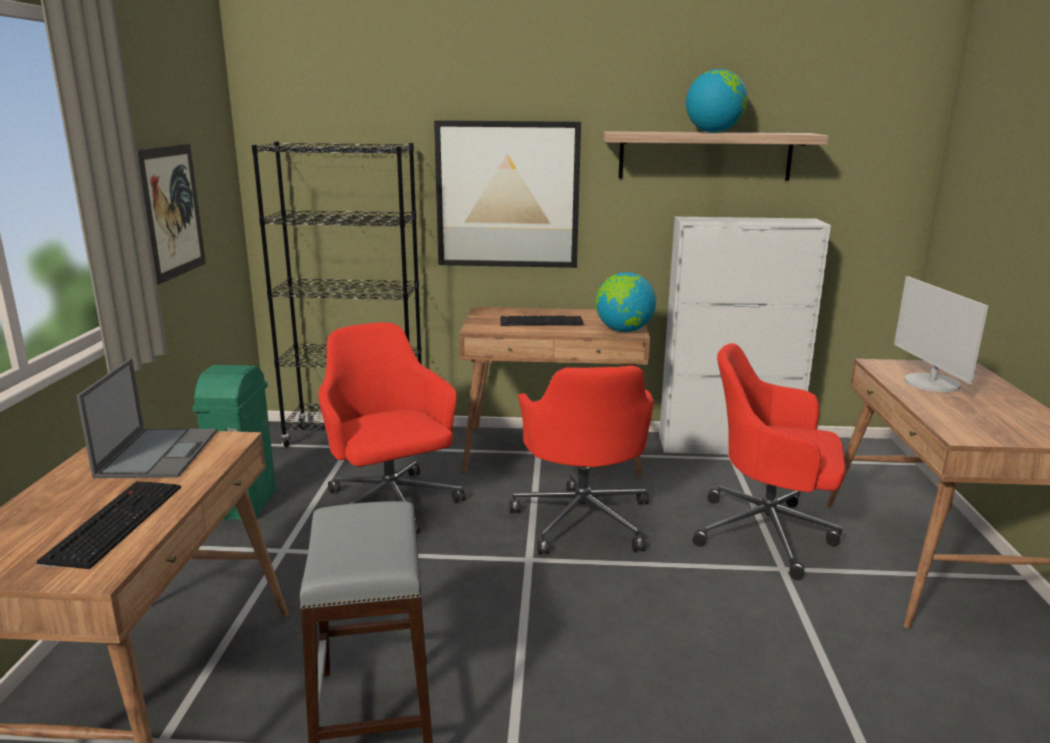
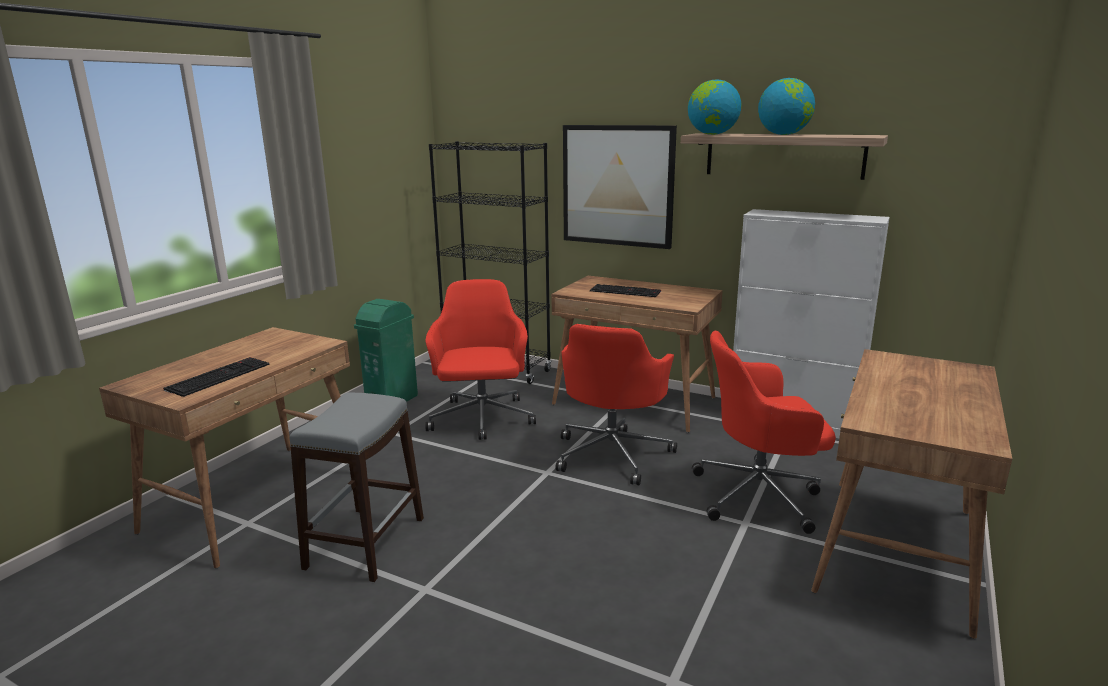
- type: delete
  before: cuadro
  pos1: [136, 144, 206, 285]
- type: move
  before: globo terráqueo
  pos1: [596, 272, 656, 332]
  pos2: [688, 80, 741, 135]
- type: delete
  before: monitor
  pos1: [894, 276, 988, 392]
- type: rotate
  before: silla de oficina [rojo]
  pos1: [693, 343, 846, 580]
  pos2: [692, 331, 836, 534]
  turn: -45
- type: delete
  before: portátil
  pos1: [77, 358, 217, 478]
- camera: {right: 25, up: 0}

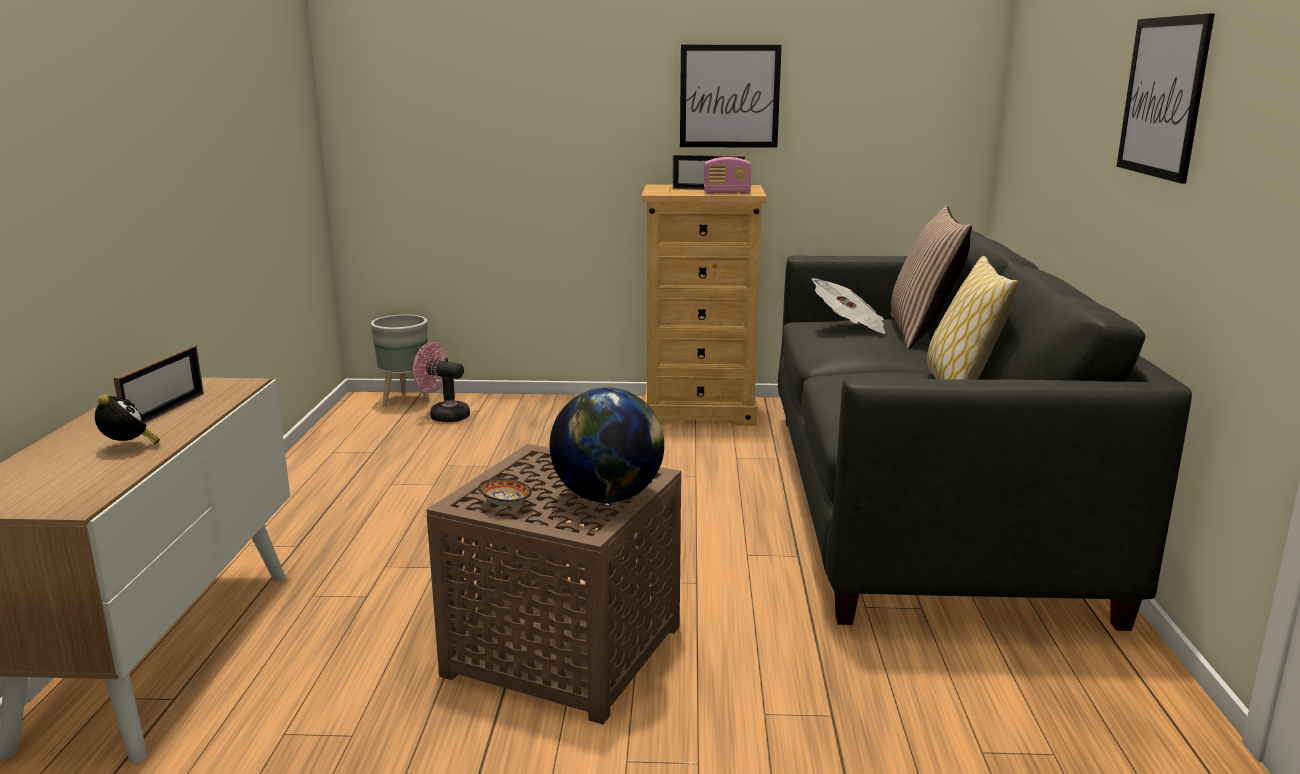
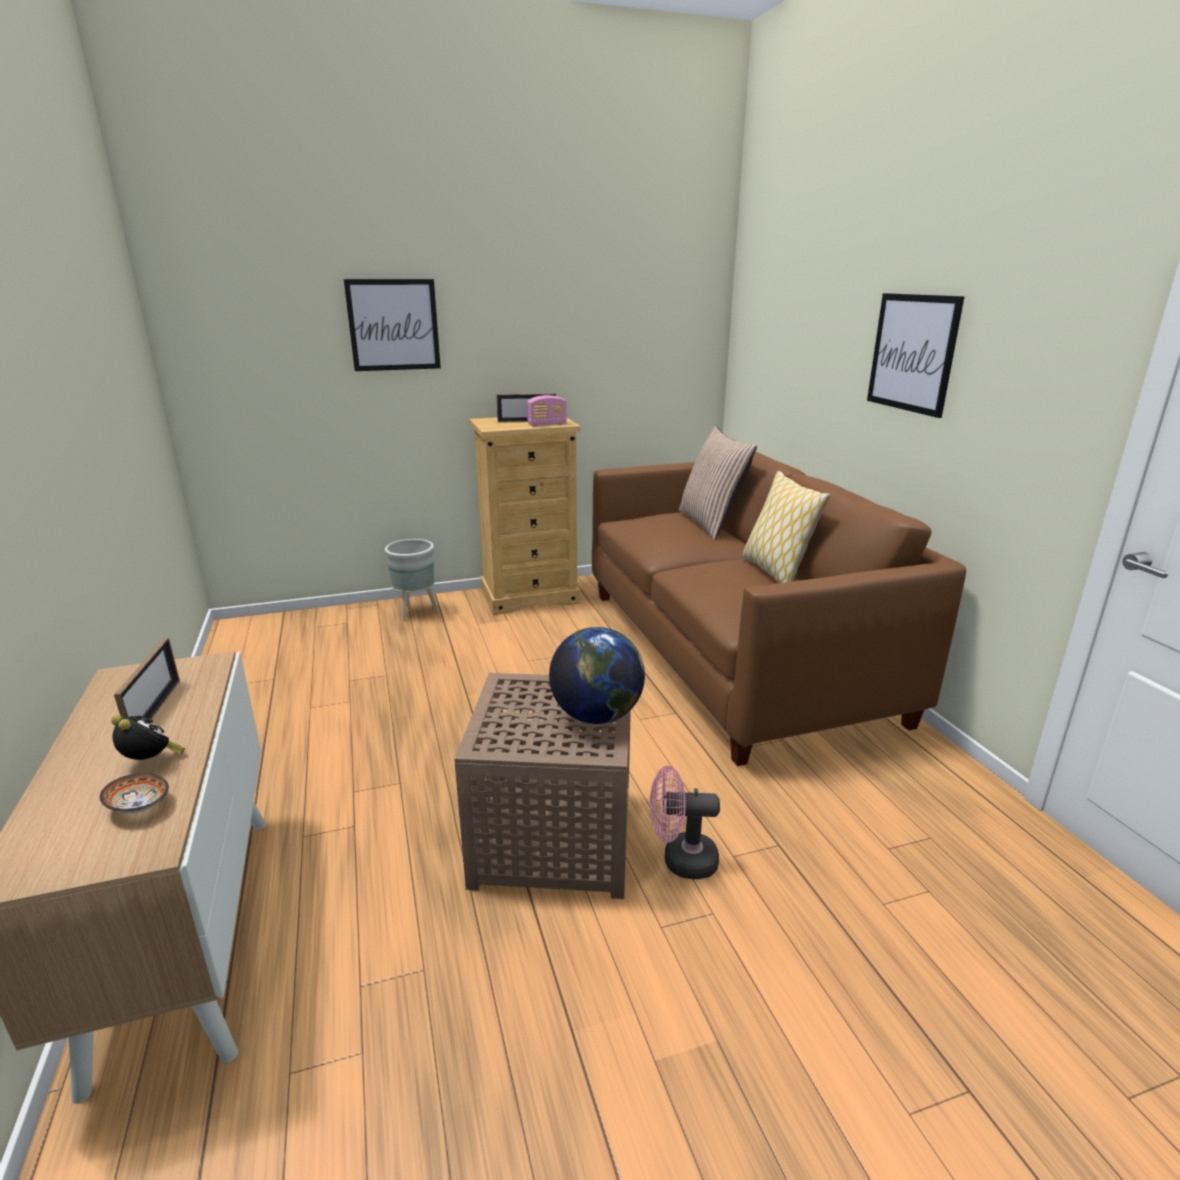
- type: move
  before: cuadro
  pos1: [680, 45, 782, 148]
  pos2: [344, 279, 441, 371]
- type: recolor
  before: sofá [gris]
  after: sofá [marrón]
  pos1: [778, 230, 1192, 631]
  pos2: [592, 452, 966, 766]
- type: delete
  before: periódico
  pos1: [812, 278, 885, 334]
- type: move
  before: maceta [gris]
  pos1: [371, 315, 430, 407]
  pos2: [385, 539, 439, 621]
- type: move
  before: ventilador [rosa]
  pos1: [413, 342, 470, 422]
  pos2: [650, 766, 720, 879]
- type: move
  before: cuenco
  pos1: [478, 478, 532, 507]
  pos2: [100, 773, 169, 813]
- camera: {right: -20, up: 5}

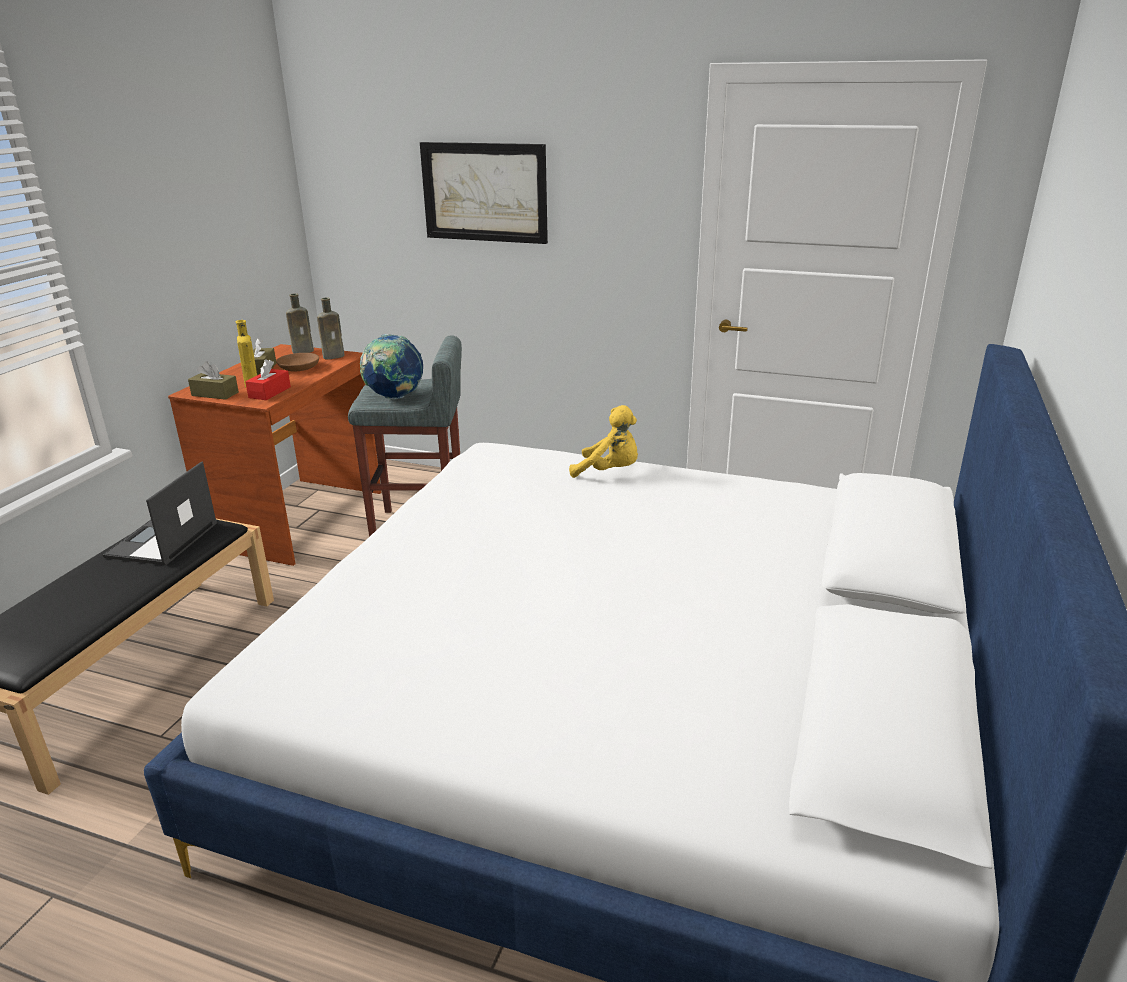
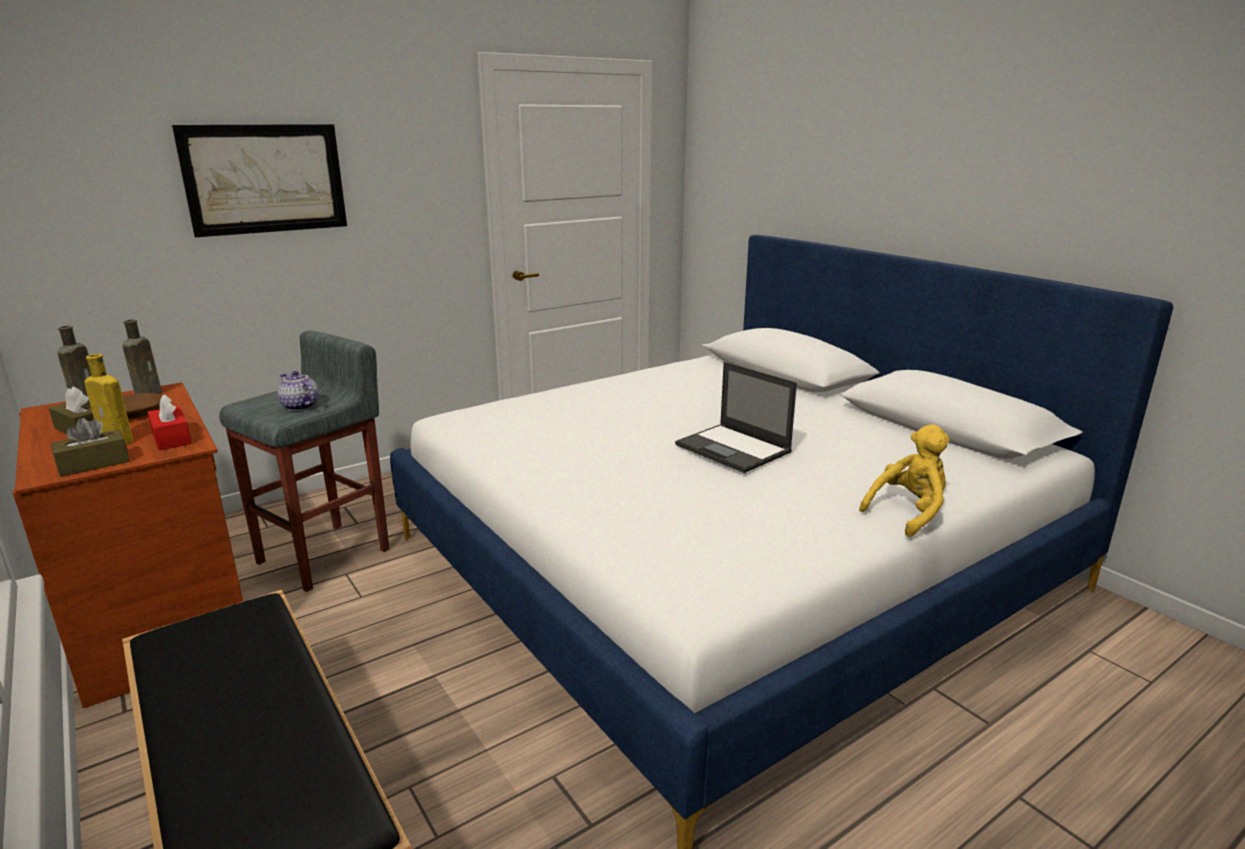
- type: replace
  before: globo terráqueo
  after: tetera
  pos1: [360, 334, 423, 400]
  pos2: [277, 371, 319, 411]
- type: move
  before: peluche [amarillo]
  pos1: [569, 405, 638, 478]
  pos2: [859, 424, 950, 537]
- type: move
  before: portátil
  pos1: [103, 461, 217, 565]
  pos2: [675, 362, 797, 473]
- camera: {right: -55, up: -5}

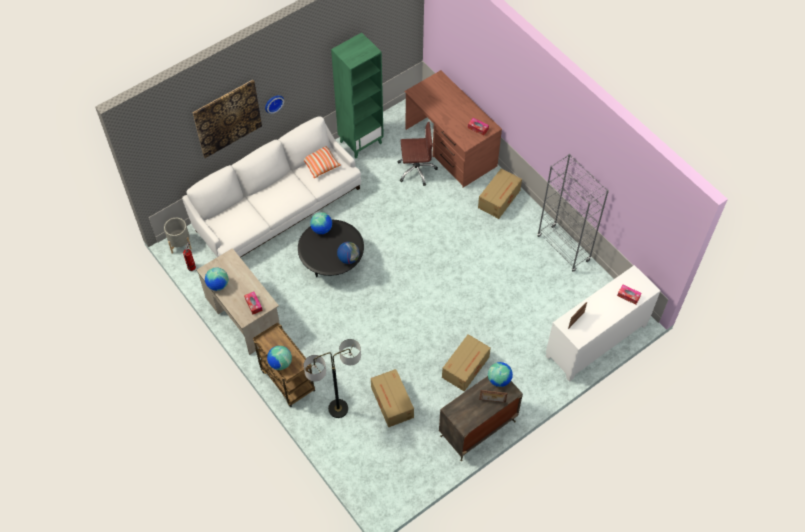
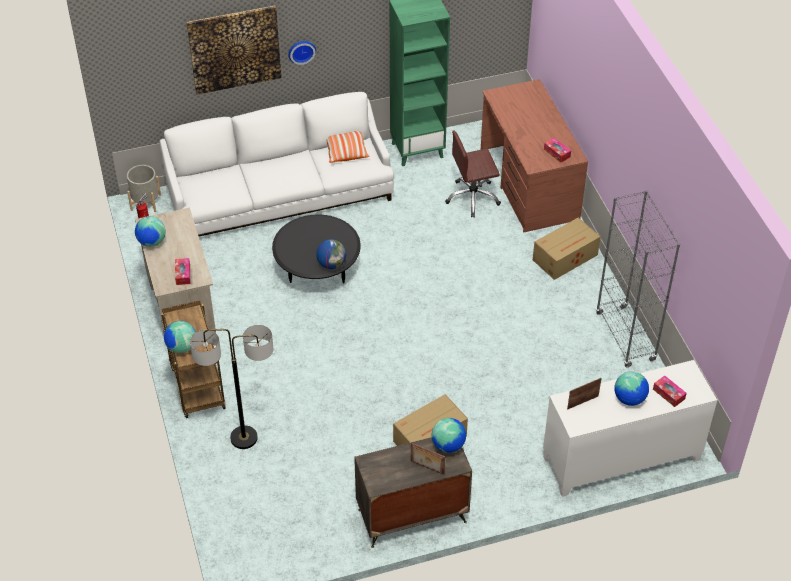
- type: rotate
  before: silla de oficina [marrón]
  pos1: [398, 122, 438, 186]
  pos2: [445, 130, 501, 217]
  turn: 150
- type: move
  before: globo terráqueo
  pos1: [310, 212, 332, 234]
  pos2: [614, 371, 649, 406]
- type: delete
  before: caja de cartón
  pos1: [371, 369, 414, 428]
- camera: {right: 20, up: -10}

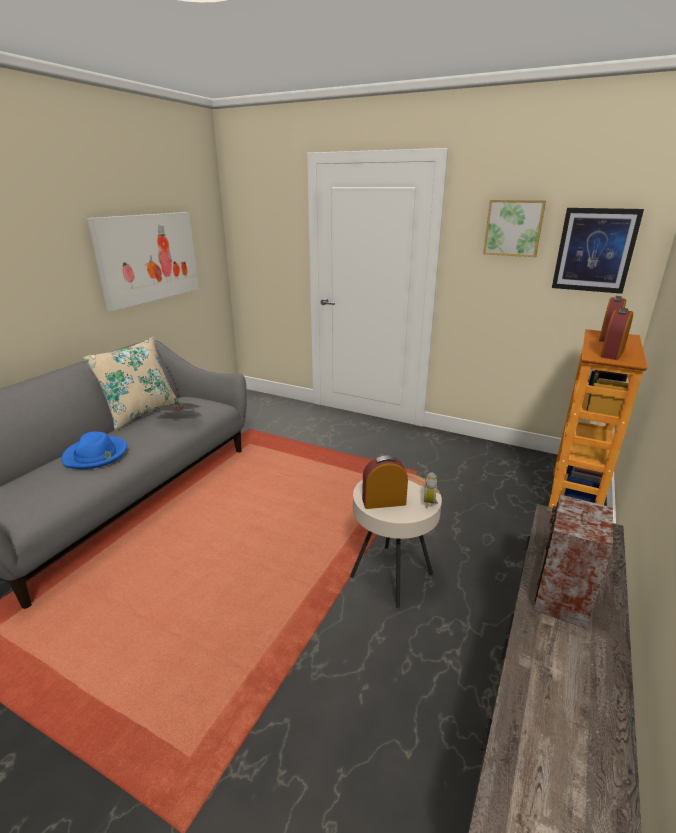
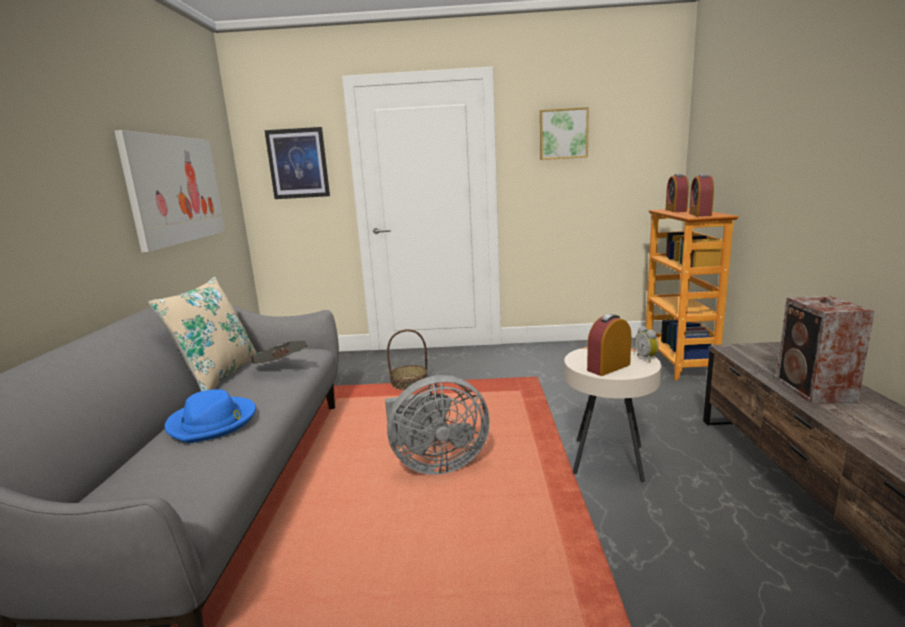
- type: move
  before: cuadro
  pos1: [552, 208, 644, 294]
  pos2: [264, 127, 330, 199]
- type: insert
  after: cesta
  pos2: [387, 329, 427, 390]
- type: insert
  after: ventilador [gris]
  pos2: [385, 375, 490, 475]
- camera: {right: -25, up: -10}

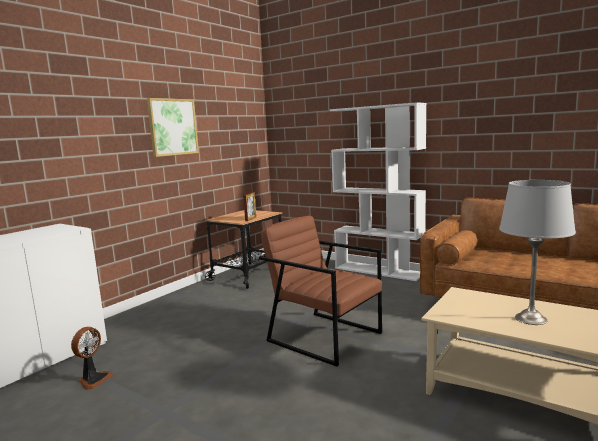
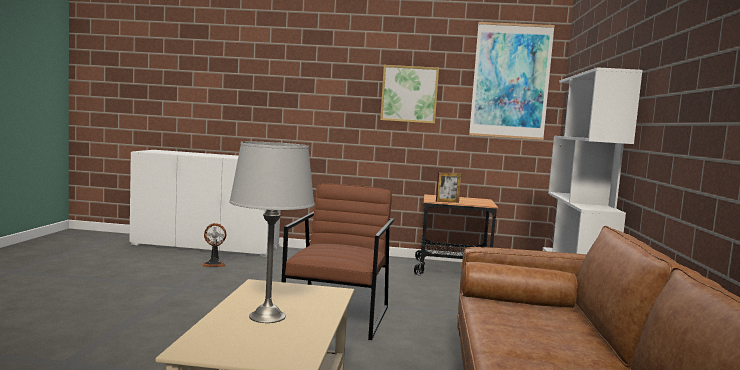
- type: insert
  after: cuadro
  pos2: [469, 22, 555, 140]
- camera: {right: 60, up: -5}

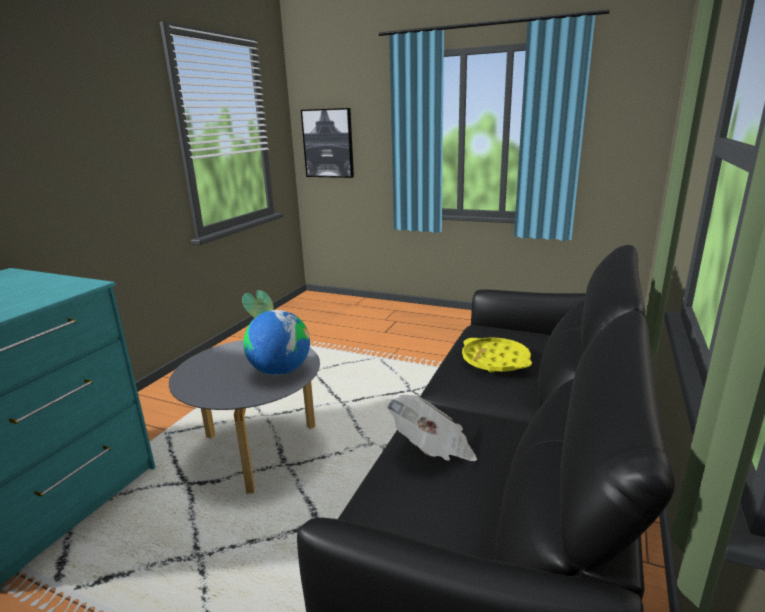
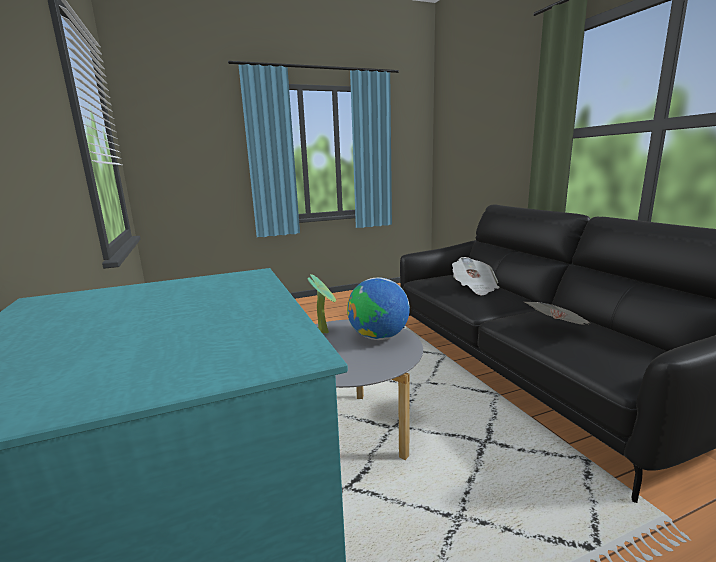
- type: delete
  before: cuadro
  pos1: [301, 108, 354, 178]
- type: replace
  before: bandeja [amarillo]
  after: periódico
  pos1: [462, 337, 532, 372]
  pos2: [452, 257, 500, 296]
- camera: {right: -45, up: -5}

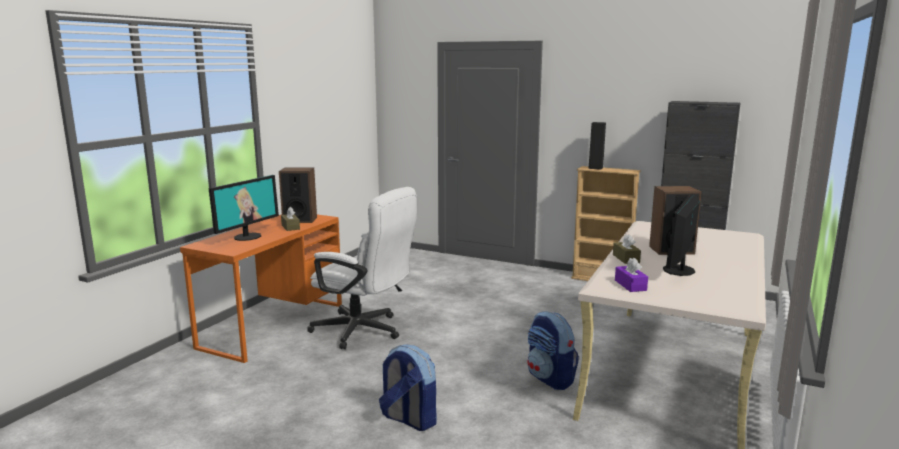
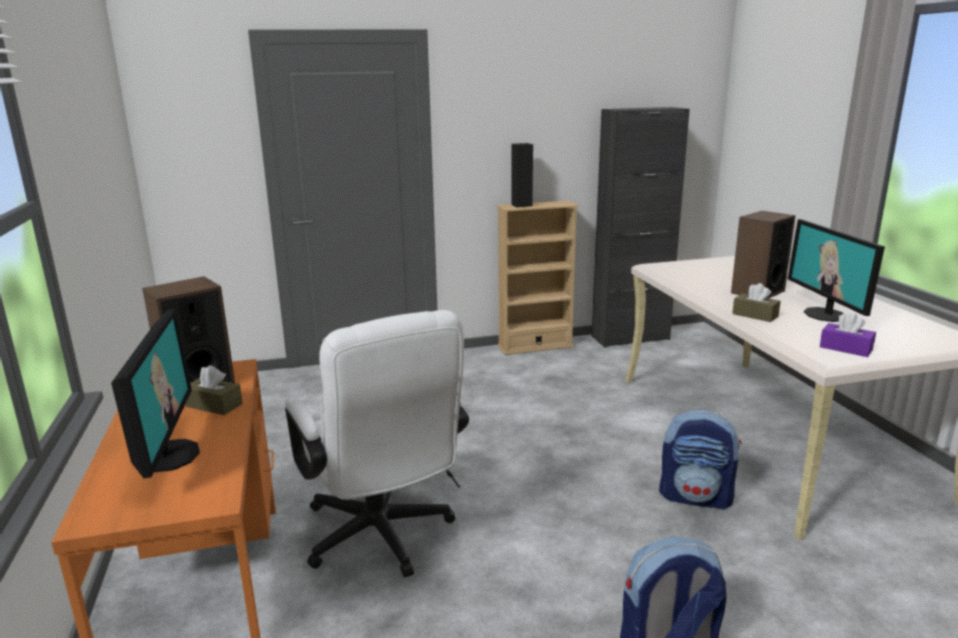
- type: rotate
  before: silla de oficina [blanco]
  pos1: [307, 187, 417, 349]
  pos2: [285, 310, 469, 578]
  turn: 75
- camera: {right: -40, up: 5}

